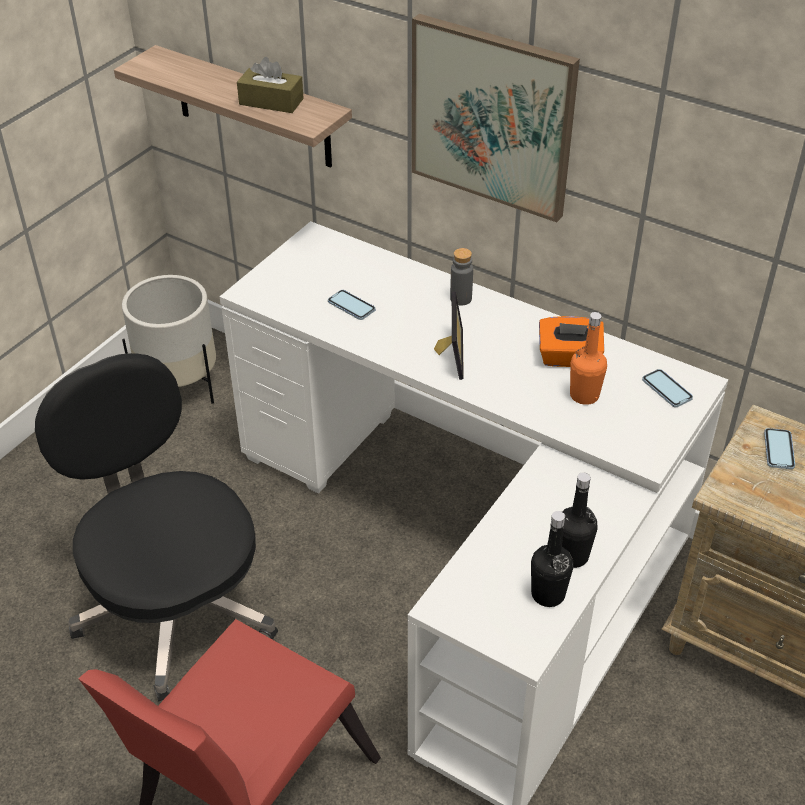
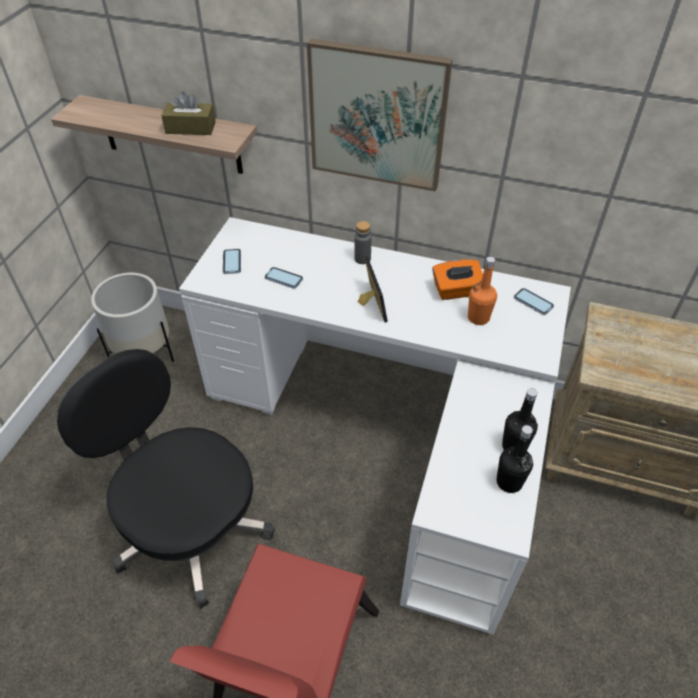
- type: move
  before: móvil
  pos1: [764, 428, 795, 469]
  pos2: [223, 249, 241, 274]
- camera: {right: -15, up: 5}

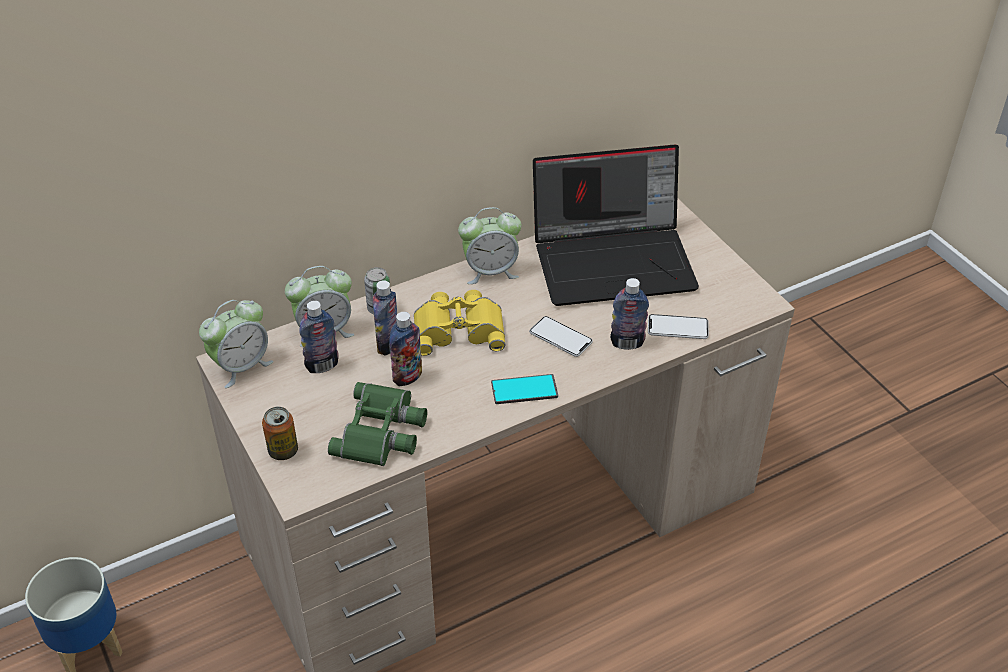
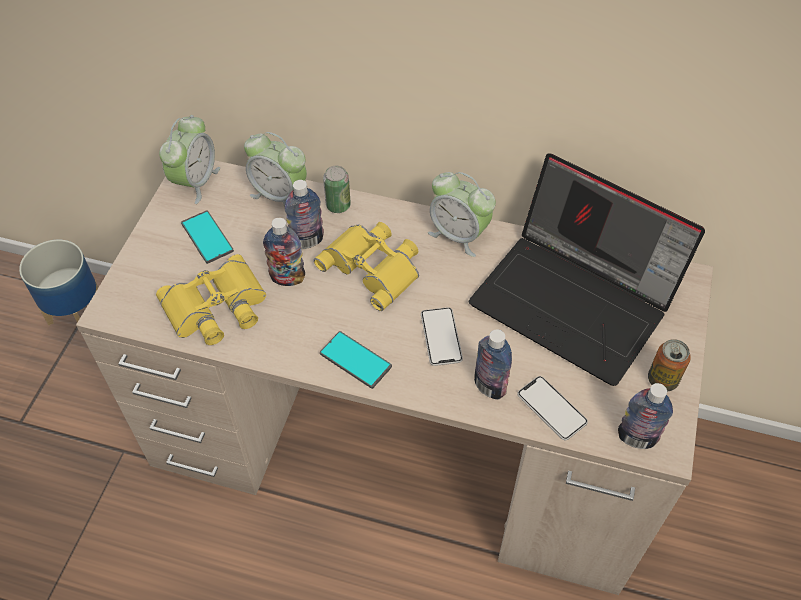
- type: rotate
  before: despertador
  pos1: [199, 300, 273, 388]
  pos2: [159, 115, 220, 204]
  turn: -75
- type: move
  before: botella
  pos1: [299, 301, 339, 373]
  pos2: [618, 383, 673, 449]
- type: recolor
  before: prismáticos [verde]
  after: prismáticos [amarillo]
  pos1: [328, 382, 427, 466]
  pos2: [156, 254, 266, 345]
- type: move
  before: lata
  pos1: [262, 407, 298, 460]
  pos2: [648, 339, 691, 392]
- type: insert
  after: móvil
  pos2: [181, 210, 234, 264]
- camera: {right: 45, up: 10}

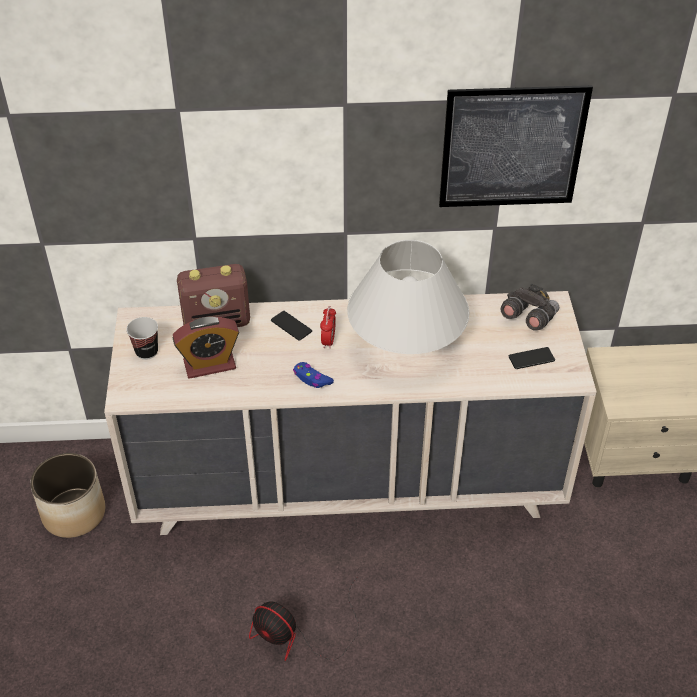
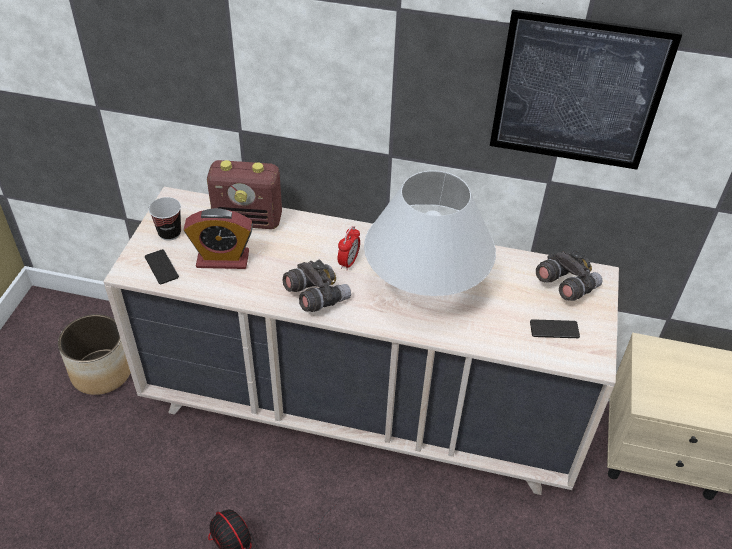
- type: move
  before: móvil
  pos1: [271, 311, 312, 341]
  pos2: [145, 249, 179, 284]
- type: replace
  before: mando de consola [azul]
  after: prismáticos [gris]
  pos1: [293, 362, 334, 388]
  pos2: [282, 259, 351, 312]
- camera: {right: 15, up: 0}

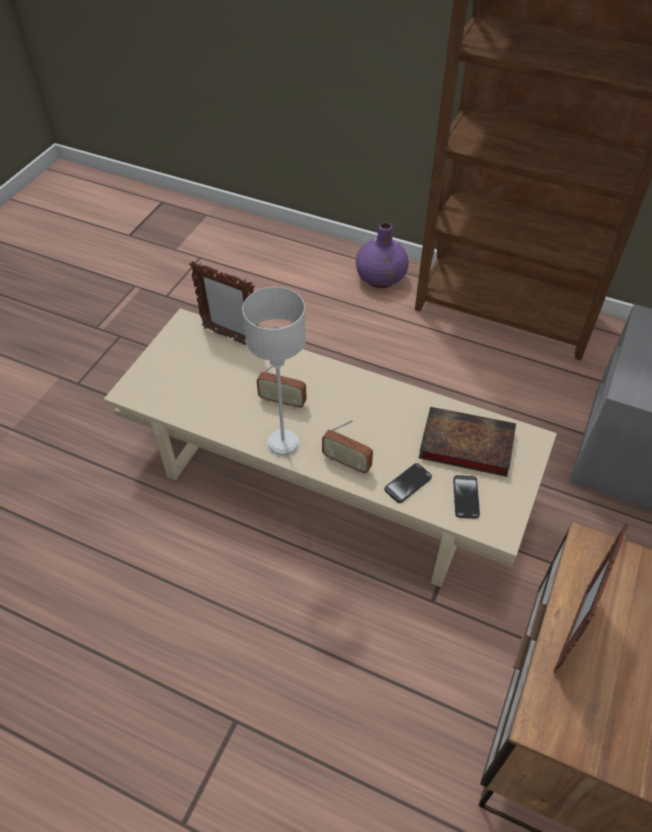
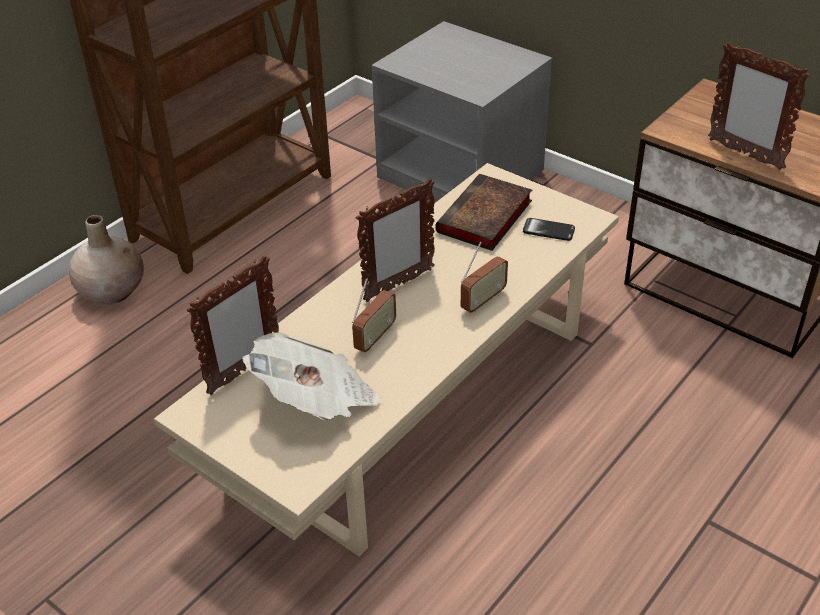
- type: recolor
  before: florero [morado]
  after: florero [beis]
  pos1: [356, 222, 409, 288]
  pos2: [69, 215, 144, 305]
- type: delete
  before: lámpara de mesa [gris]
  pos1: [242, 287, 306, 457]
- type: delete
  before: móvil
  pos1: [385, 463, 432, 503]
- type: insert
  after: portarretratos
  pos2: [356, 178, 435, 302]
- type: insert
  after: periódico
  pos2: [242, 332, 381, 420]
- camera: {right: -75, up: -10}

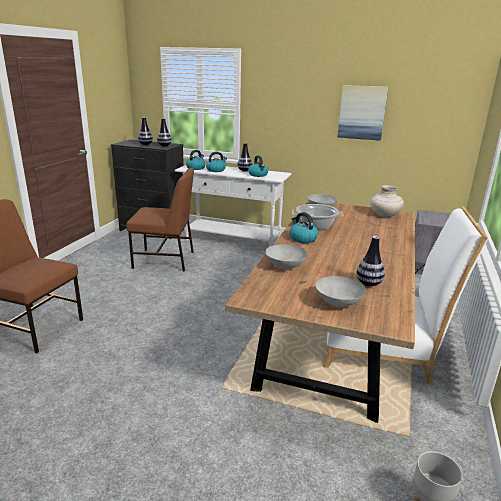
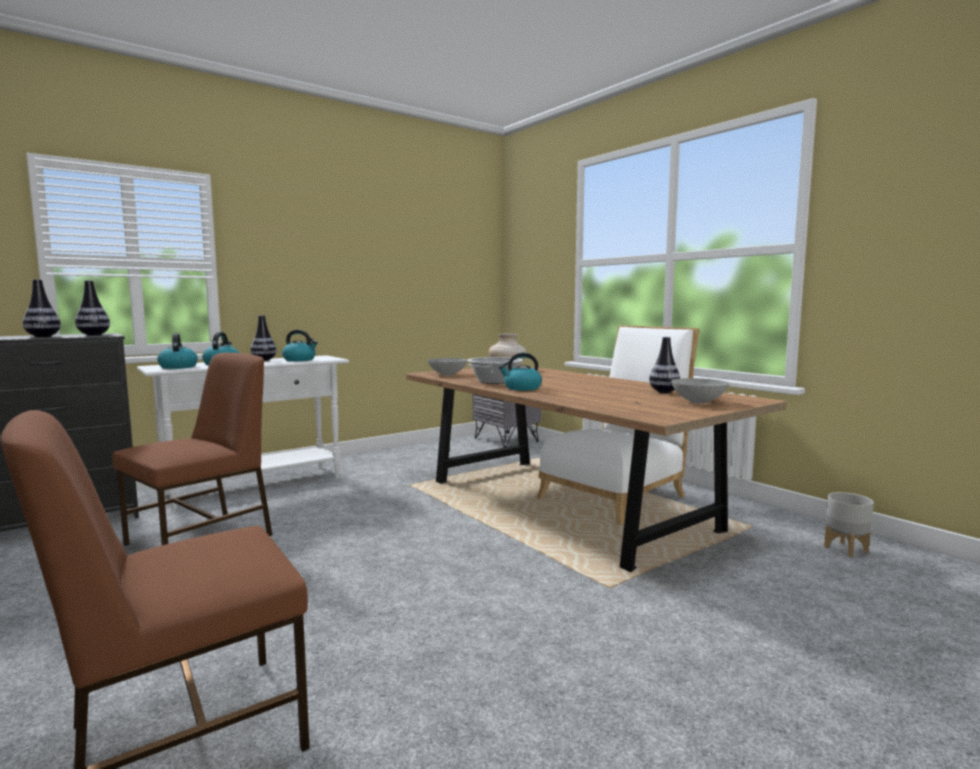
- type: delete
  before: cuadro
  pos1: [338, 85, 388, 141]
- type: delete
  before: cuenco [gris]
  pos1: [265, 244, 308, 270]
- camera: {right: -55, up: -15}

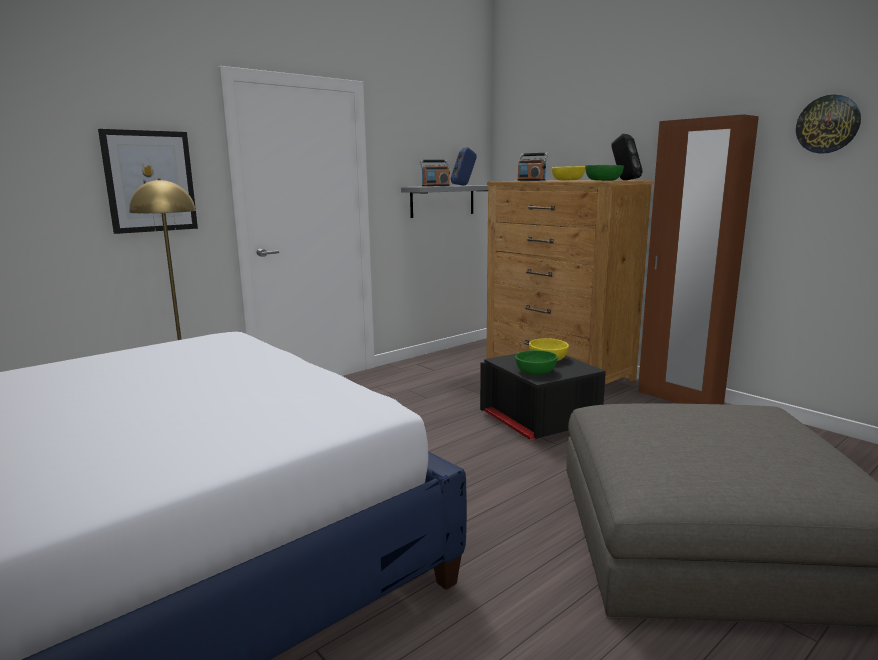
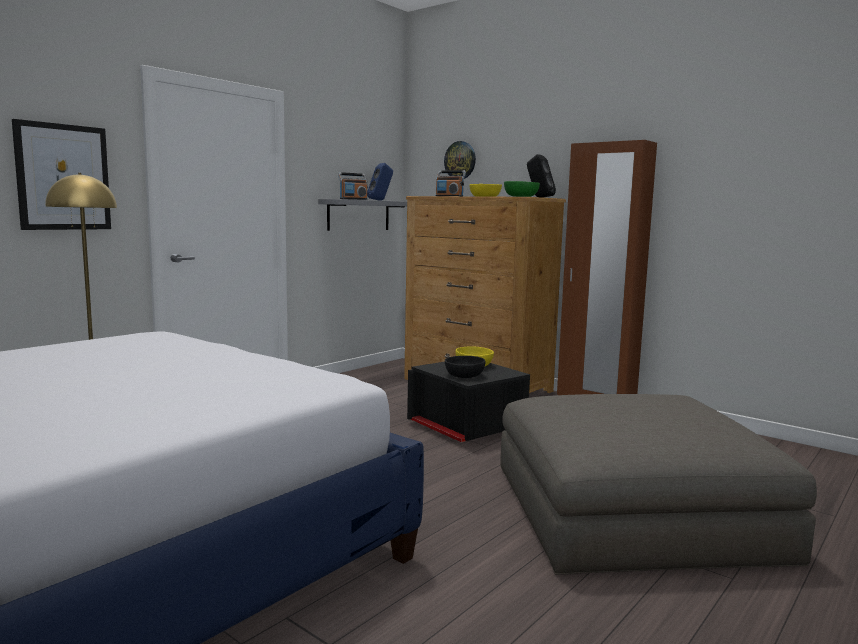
- type: move
  before: reloj de pared
  pos1: [796, 94, 861, 153]
  pos2: [444, 141, 476, 179]
- type: recolor
  before: cuenco [verde]
  after: cuenco [negro]
  pos1: [515, 350, 558, 375]
  pos2: [445, 356, 485, 378]
- camera: {right: -10, up: -5}

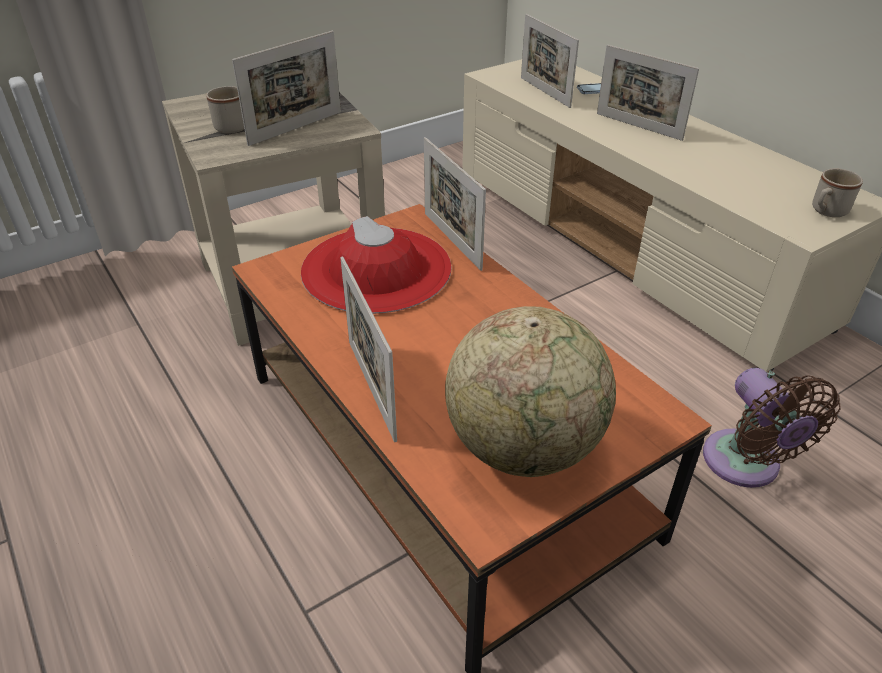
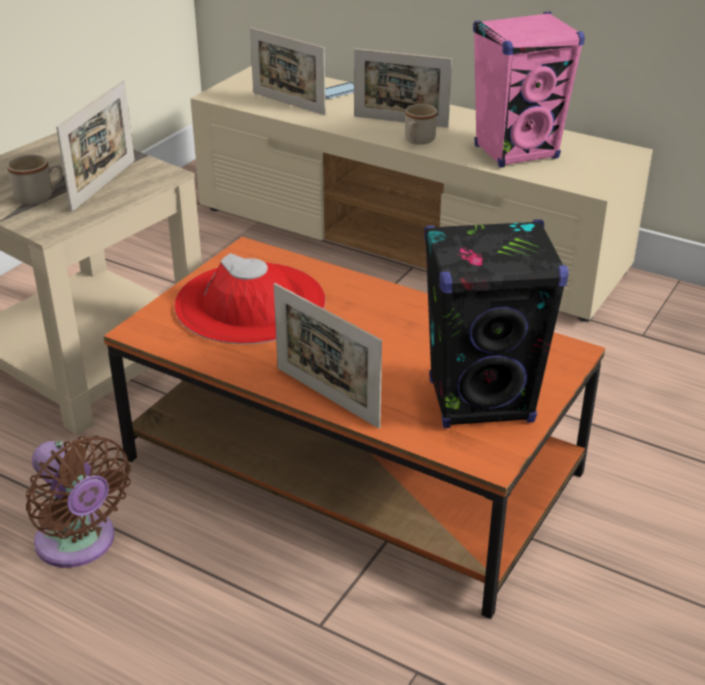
- type: delete
  before: portarretratos
  pos1: [424, 137, 486, 271]
- type: move
  before: taza grande [beis]
  pos1: [812, 169, 863, 217]
  pos2: [405, 104, 437, 145]
- type: replace
  before: globo terráqueo
  after: altavoz [negro]
  pos1: [445, 306, 616, 477]
  pos2: [424, 219, 569, 428]
- type: move
  before: ventilador [marrón]
  pos1: [703, 368, 841, 488]
  pos2: [26, 436, 131, 568]
- type: insert
  after: altavoz [rosa]
  pos2: [473, 12, 585, 168]
- camera: {right: -25, up: -5}

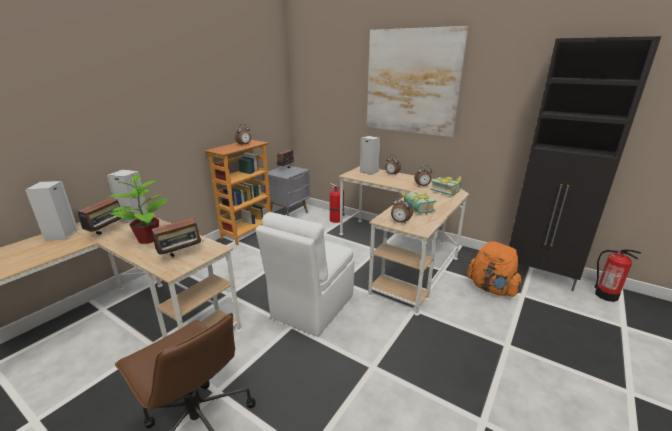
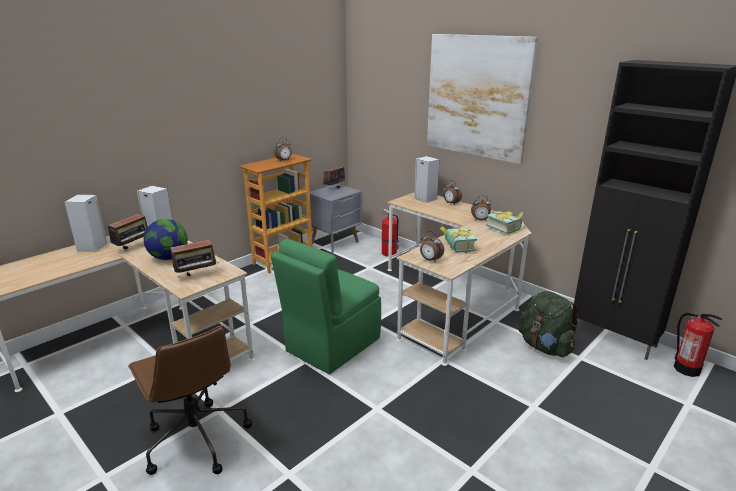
- type: replace
  before: planta en maceta
  after: globo terráqueo
  pos1: [109, 174, 170, 244]
  pos2: [144, 219, 188, 260]
- type: recolor
  before: silla [blanco]
  after: silla [verde]
  pos1: [255, 212, 354, 337]
  pos2: [271, 239, 381, 374]
- type: recolor
  before: mochila [naranja]
  after: mochila [verde]
  pos1: [467, 241, 522, 297]
  pos2: [518, 291, 579, 357]
- camera: {right: 10, up: 0}

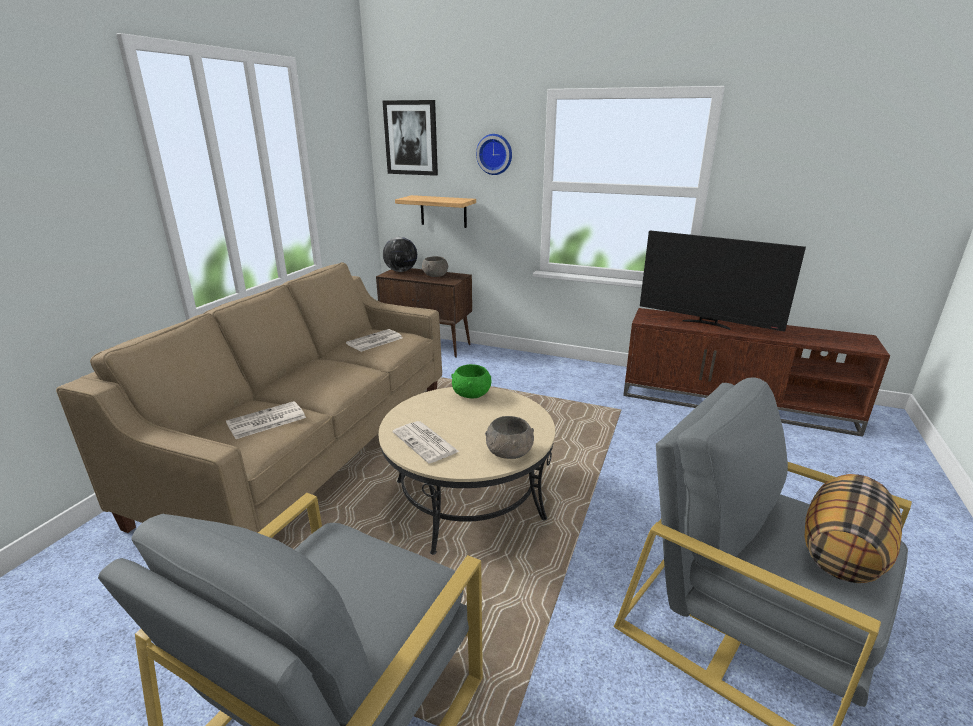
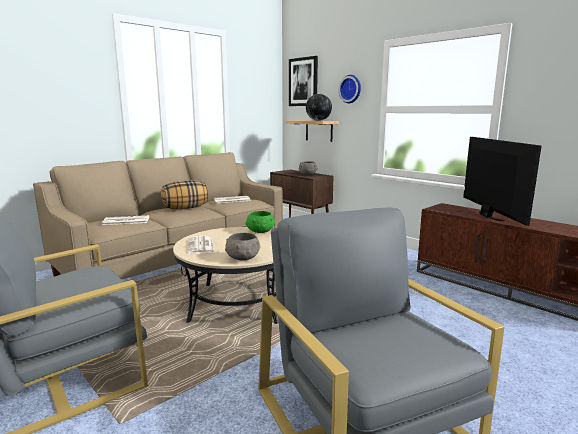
- type: rotate
  before: televisor
  pos1: [640, 230, 806, 332]
  pos2: [463, 137, 542, 226]
  turn: -150
- type: move
  before: globo terráqueo
  pos1: [383, 237, 417, 272]
  pos2: [306, 94, 332, 121]
- type: move
  before: cojín
  pos1: [805, 474, 902, 583]
  pos2: [161, 180, 208, 209]
- camera: {right: 25, up: -10}

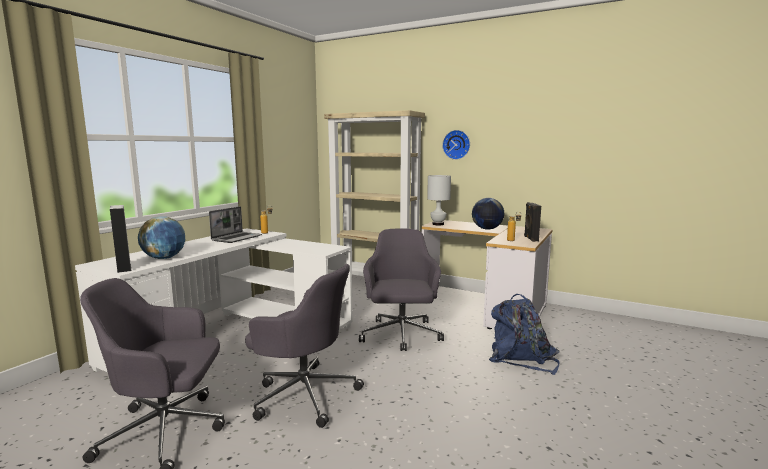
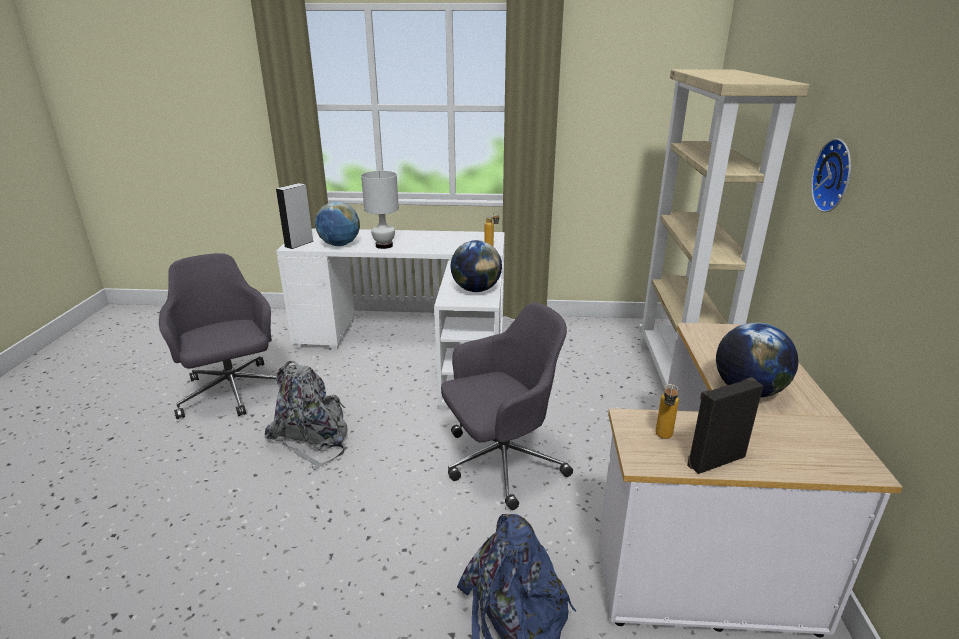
- type: move
  before: lámpara de mesa [blanco]
  pos1: [427, 175, 451, 225]
  pos2: [361, 171, 399, 249]
- type: delete
  before: portátil
  pos1: [209, 207, 262, 243]
- type: replace
  before: silla de oficina [gris]
  after: mochila [gris]
  pos1: [245, 264, 364, 428]
  pos2: [265, 361, 348, 470]
- type: insert
  after: globo terráqueo
  pos2: [450, 240, 502, 292]
- camera: {right: 65, up: 15}

